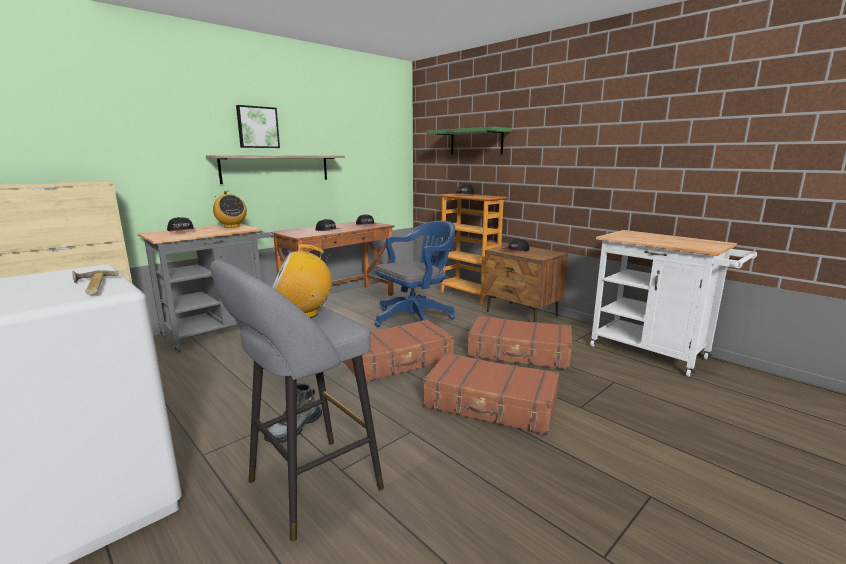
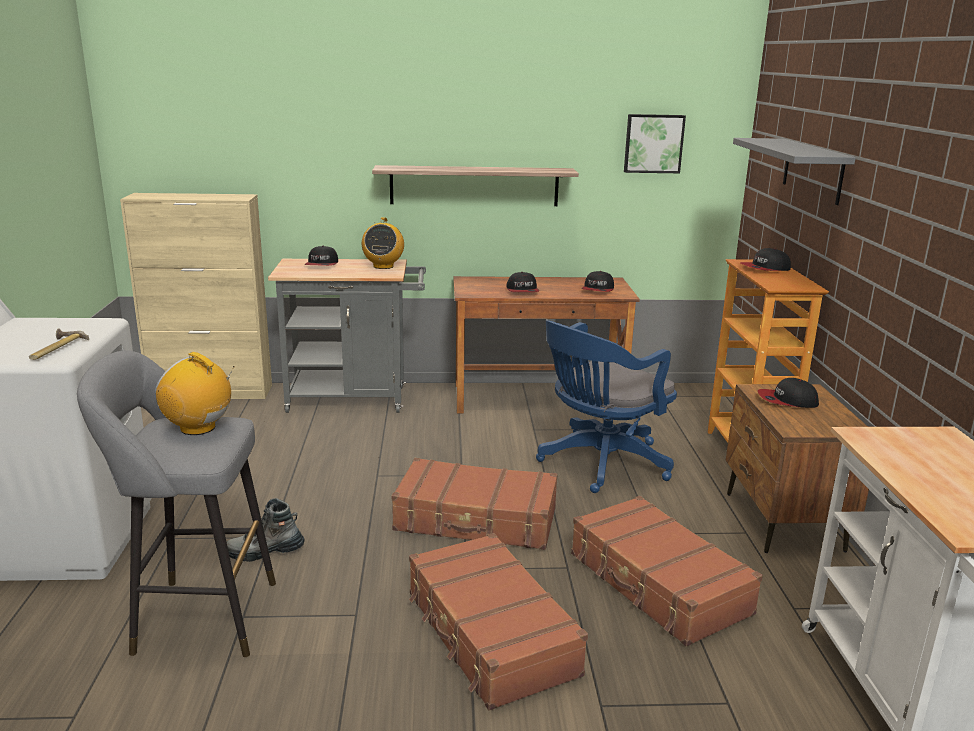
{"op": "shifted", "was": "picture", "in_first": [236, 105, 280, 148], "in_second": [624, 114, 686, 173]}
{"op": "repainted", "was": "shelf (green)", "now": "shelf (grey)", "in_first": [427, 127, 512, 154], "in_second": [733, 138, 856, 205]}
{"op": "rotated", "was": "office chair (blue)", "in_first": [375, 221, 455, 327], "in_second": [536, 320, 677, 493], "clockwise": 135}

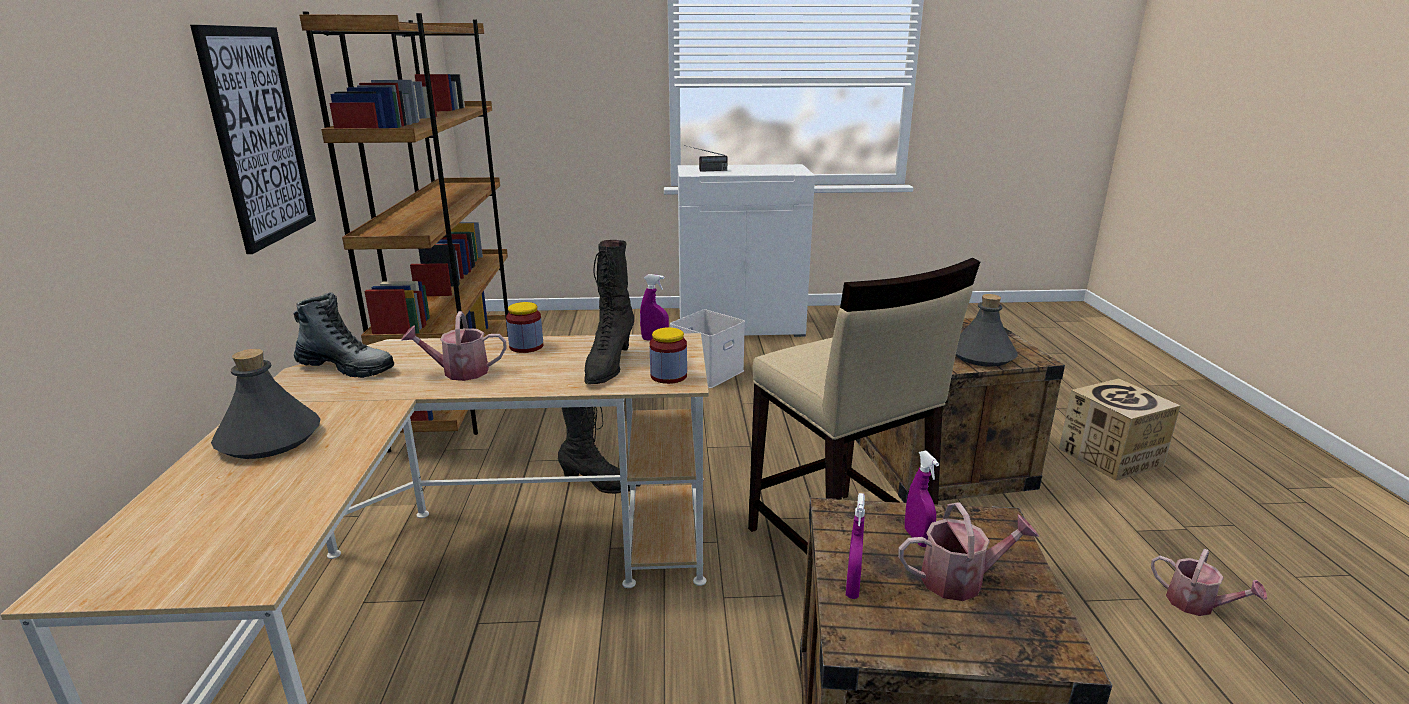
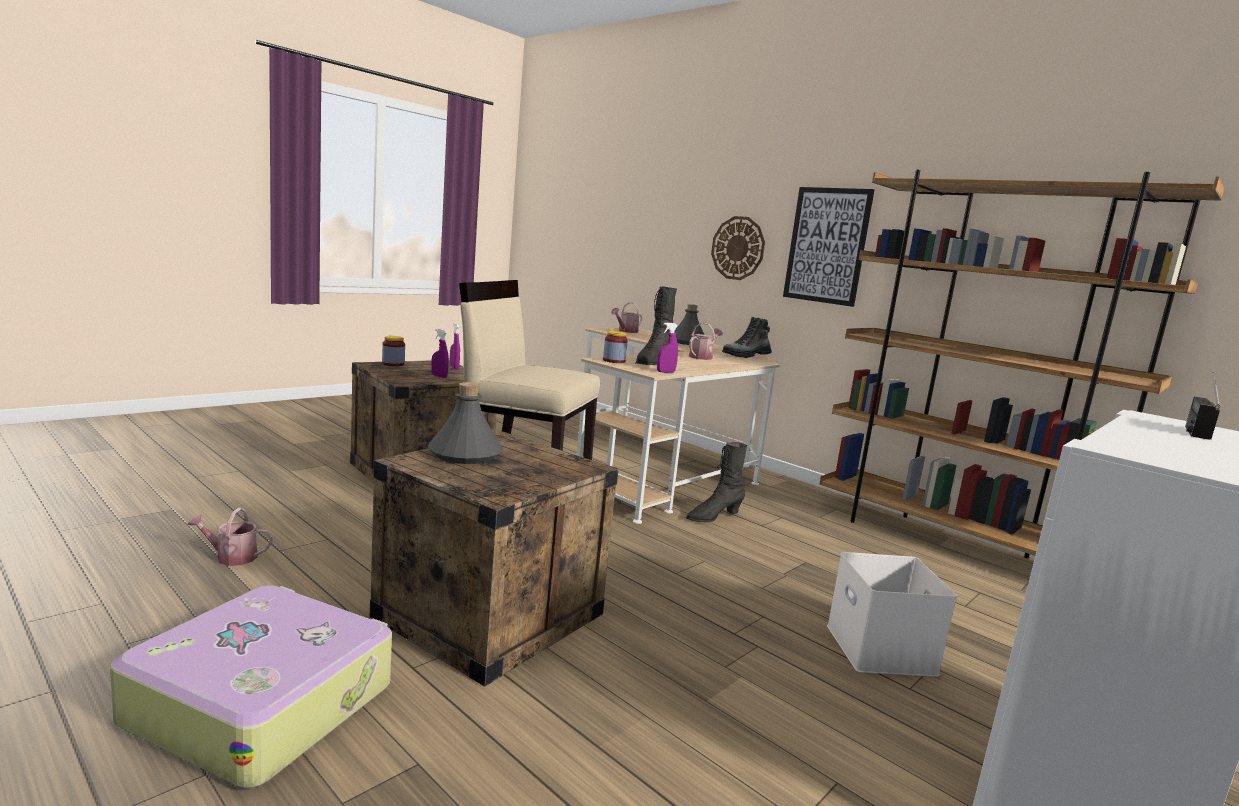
{"op": "rotated", "was": "boot (black)", "in_first": [584, 240, 634, 384], "in_second": [635, 286, 677, 365], "clockwise": -120}
{"op": "shifted", "was": "jar", "in_first": [506, 302, 543, 353], "in_second": [382, 336, 405, 366]}
{"op": "swapped", "was": "cardboard box", "now": "suitcase", "in_first": [1059, 379, 1181, 481], "in_second": [110, 586, 392, 788]}
{"op": "shifted", "was": "watering can", "in_first": [898, 502, 1039, 601], "in_second": [611, 302, 643, 333]}
{"op": "new", "now": "wall clock", "in_second": [711, 216, 765, 280]}

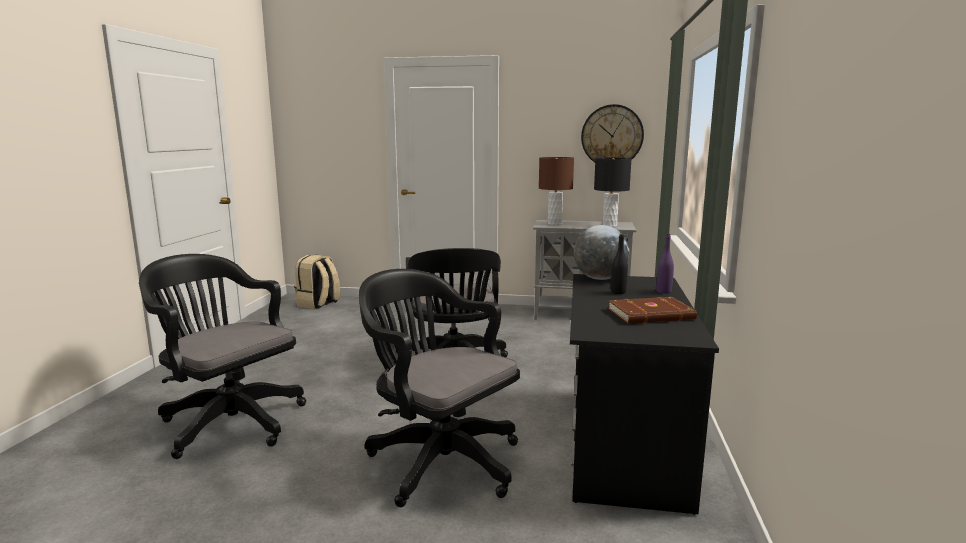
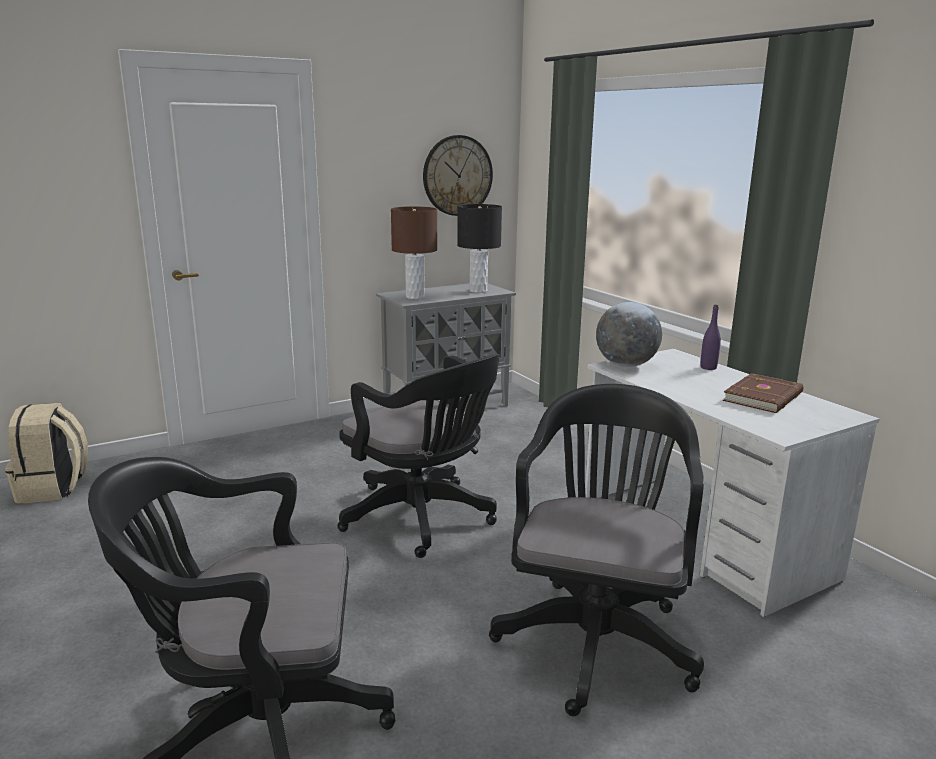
{"op": "gone", "was": "bottle (black)", "in_first": [611, 234, 628, 294]}
{"op": "rotated", "was": "office chair (black)", "in_first": [359, 269, 520, 507], "in_second": [489, 384, 704, 717], "clockwise": 105}
{"op": "repainted", "was": "desk (black)", "now": "desk (white)", "in_first": [570, 274, 719, 515], "in_second": [585, 349, 880, 617]}

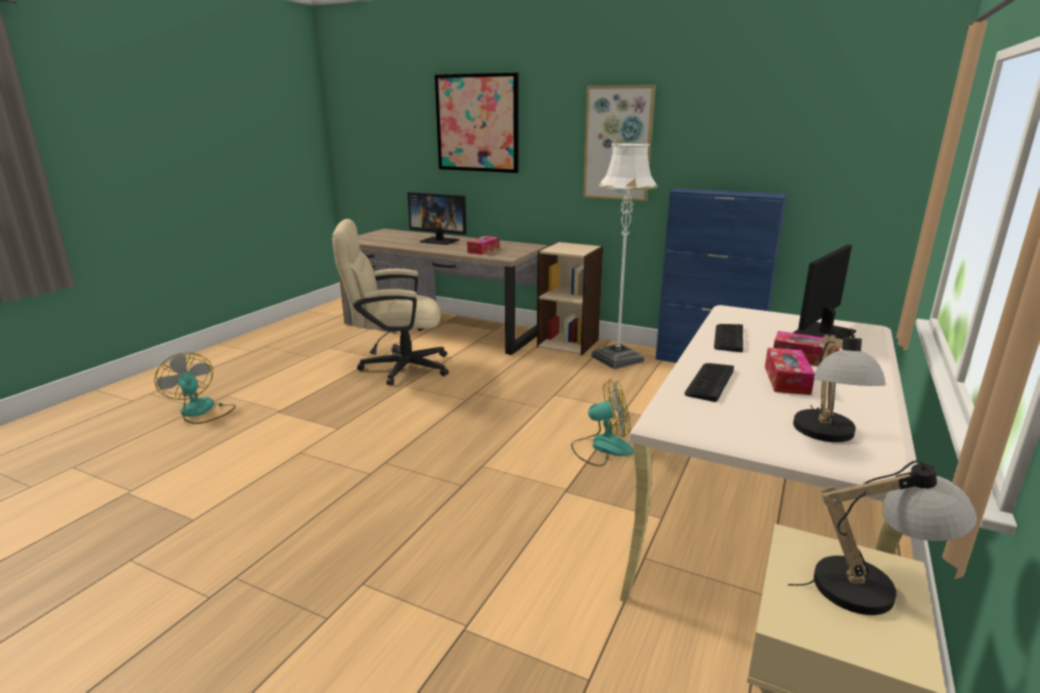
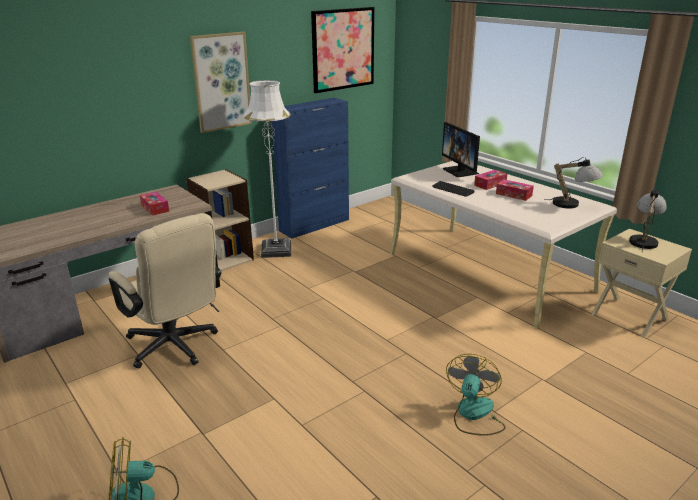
{"op": "shifted", "was": "picture", "in_first": [434, 72, 518, 173], "in_second": [311, 7, 374, 93]}
{"op": "gone", "was": "monitor", "in_first": [407, 192, 467, 245]}
{"op": "rotated", "was": "office chair (beige)", "in_first": [332, 219, 449, 385], "in_second": [109, 213, 221, 369], "clockwise": -60}
{"op": "gone", "was": "keyboard", "in_first": [685, 363, 734, 402]}
{"op": "shifted", "was": "fan", "in_first": [571, 379, 633, 466], "in_second": [446, 354, 506, 436]}

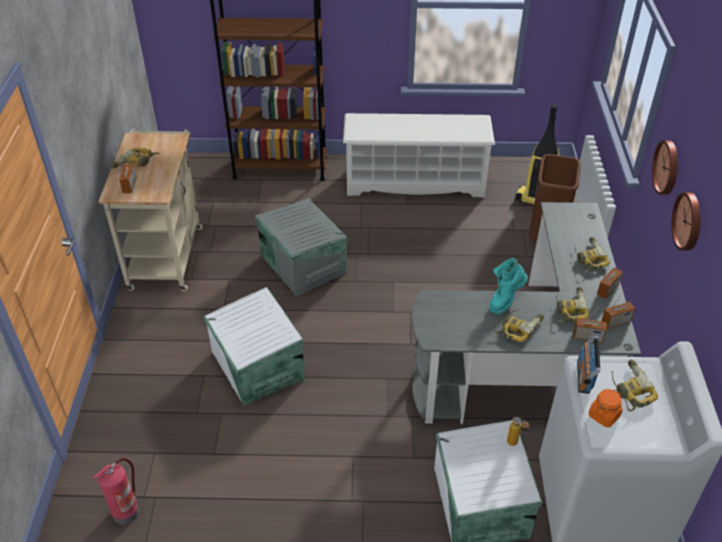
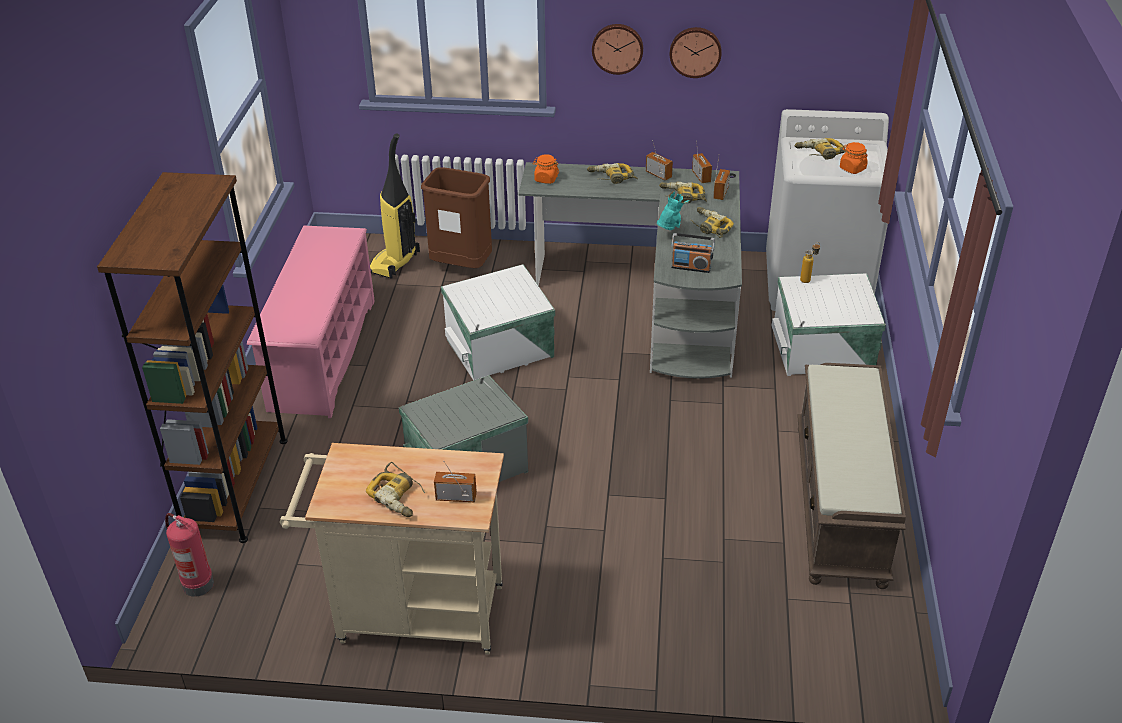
{"op": "repainted", "was": "shoe rack (white)", "now": "shoe rack (pink)", "in_first": [343, 113, 495, 197], "in_second": [247, 226, 375, 418]}
{"op": "rotated", "was": "boot (turquoise)", "in_first": [489, 258, 528, 314], "in_second": [657, 191, 690, 230], "clockwise": -120}
{"op": "shifted", "was": "storage box (white)", "in_first": [204, 287, 305, 406], "in_second": [441, 264, 555, 381]}
{"op": "shifted", "was": "radio", "in_first": [577, 335, 600, 394], "in_second": [671, 233, 715, 273]}
{"op": "shifted", "was": "fire extinguisher", "in_first": [93, 458, 139, 525], "in_second": [165, 513, 214, 597]}
{"op": "new", "now": "jar (orange)", "in_second": [532, 154, 559, 184]}
{"op": "new", "now": "bench (brown)", "in_second": [797, 363, 906, 589]}

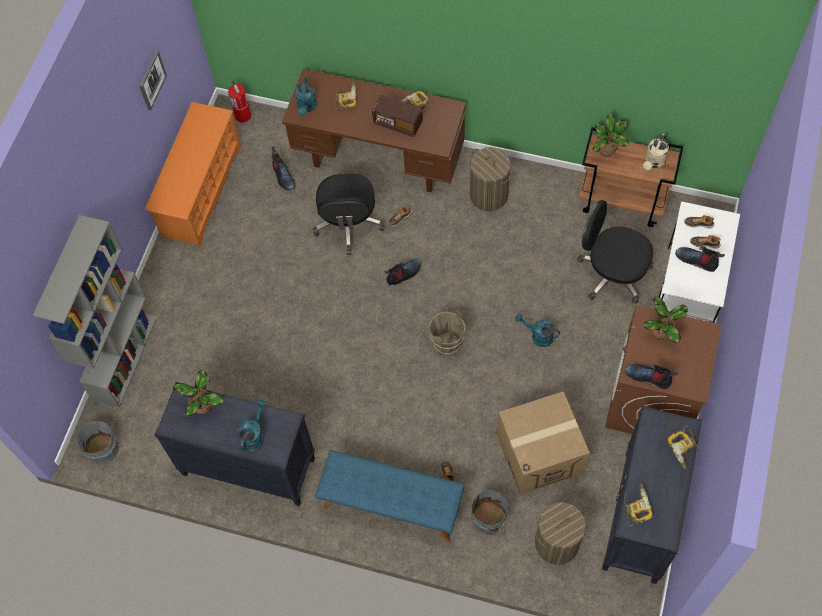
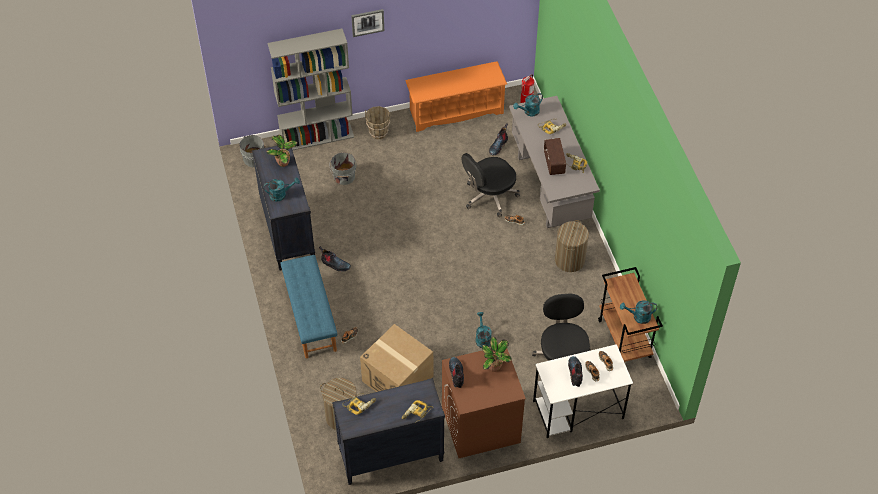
{"op": "shifted", "was": "picture", "in_first": [139, 50, 167, 110], "in_second": [351, 9, 384, 37]}
{"op": "repainted", "was": "desk (brown)", "now": "desk (grey)", "in_first": [282, 69, 466, 193], "in_second": [509, 96, 600, 228]}
{"op": "gone", "was": "potted plant", "in_first": [593, 114, 628, 157]}
{"op": "repainted", "was": "watering can (beige)", "now": "watering can (turquoise)", "in_first": [643, 133, 669, 170], "in_second": [620, 300, 657, 324]}
{"op": "shifted", "was": "boot", "in_first": [385, 259, 421, 285], "in_second": [319, 246, 351, 271]}
{"op": "shifted", "was": "bucket (brown)", "in_first": [429, 311, 466, 355], "in_second": [365, 106, 390, 139]}
{"op": "shifted", "was": "bucket (grey)", "in_first": [471, 490, 512, 534], "in_second": [329, 153, 357, 185]}

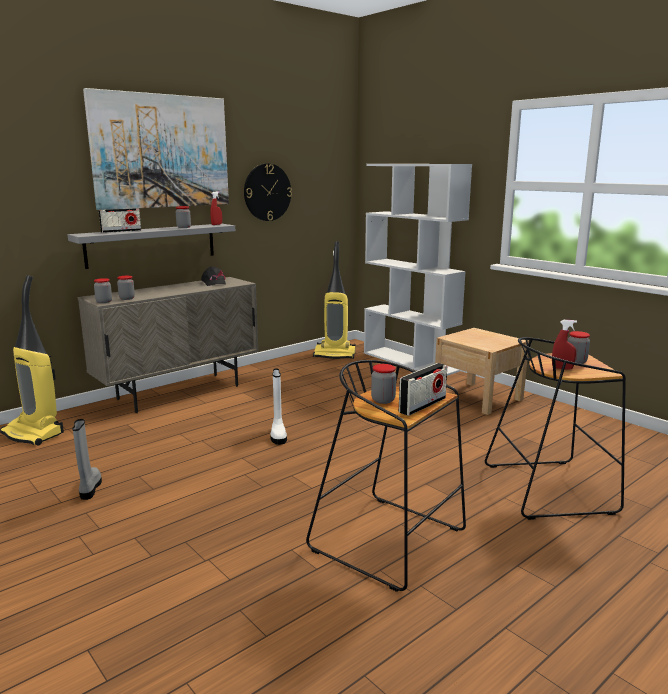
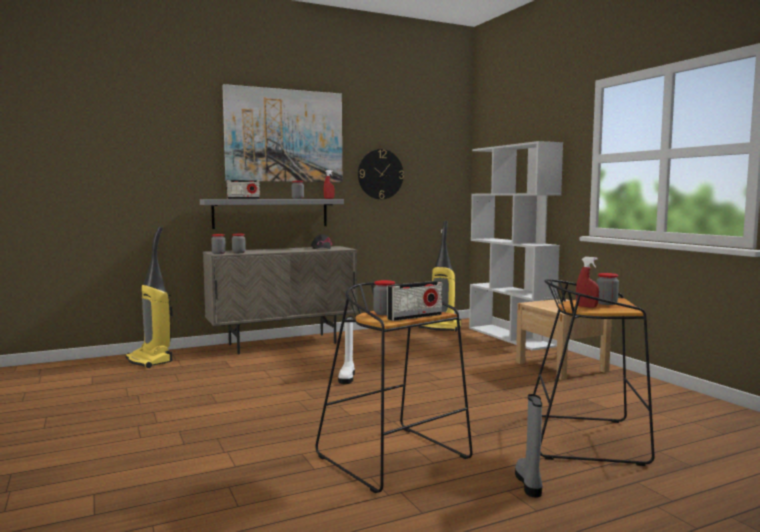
{"op": "shifted", "was": "boot (grey)", "in_first": [72, 419, 102, 500], "in_second": [515, 394, 543, 497]}

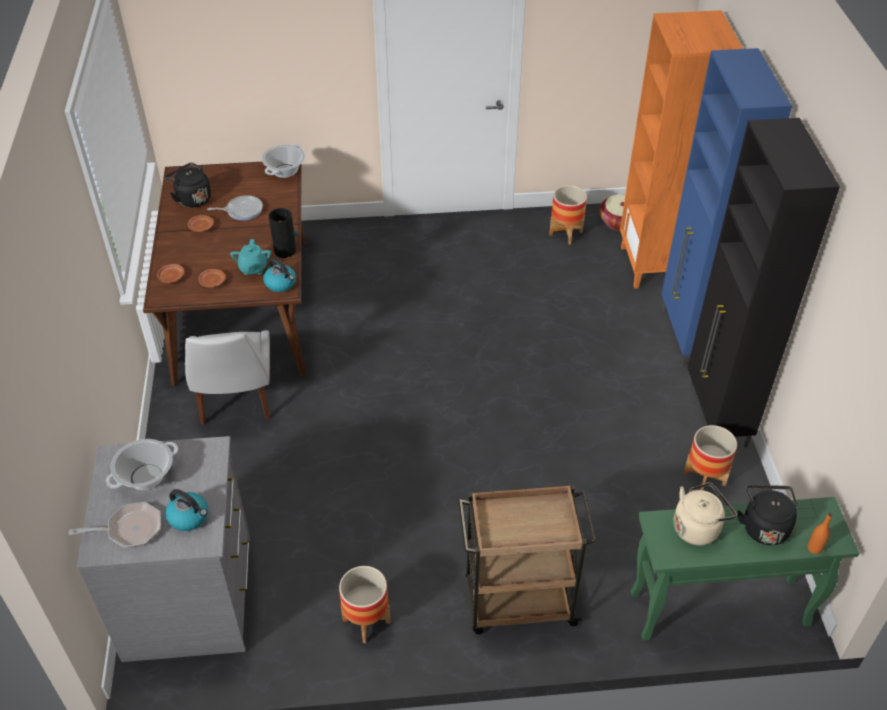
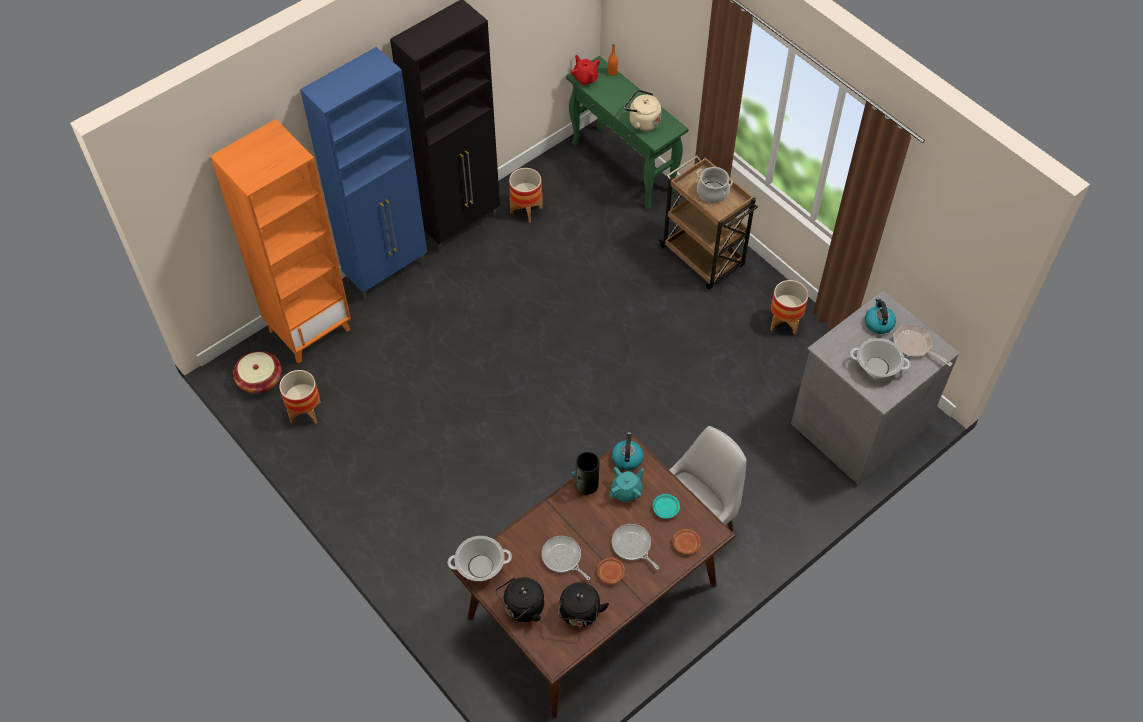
{"op": "repainted", "was": "plate (brown)", "now": "plate (turquoise)", "in_first": [198, 269, 226, 287], "in_second": [653, 494, 680, 519]}
{"op": "shifted", "was": "kettle (black)", "in_first": [737, 485, 797, 545], "in_second": [496, 577, 544, 622]}
{"op": "new", "now": "teapot (red)", "in_second": [571, 55, 600, 86]}
{"op": "new", "now": "cooking pot", "in_second": [697, 167, 733, 203]}
{"op": "new", "now": "frying pan", "in_second": [612, 524, 659, 570]}

